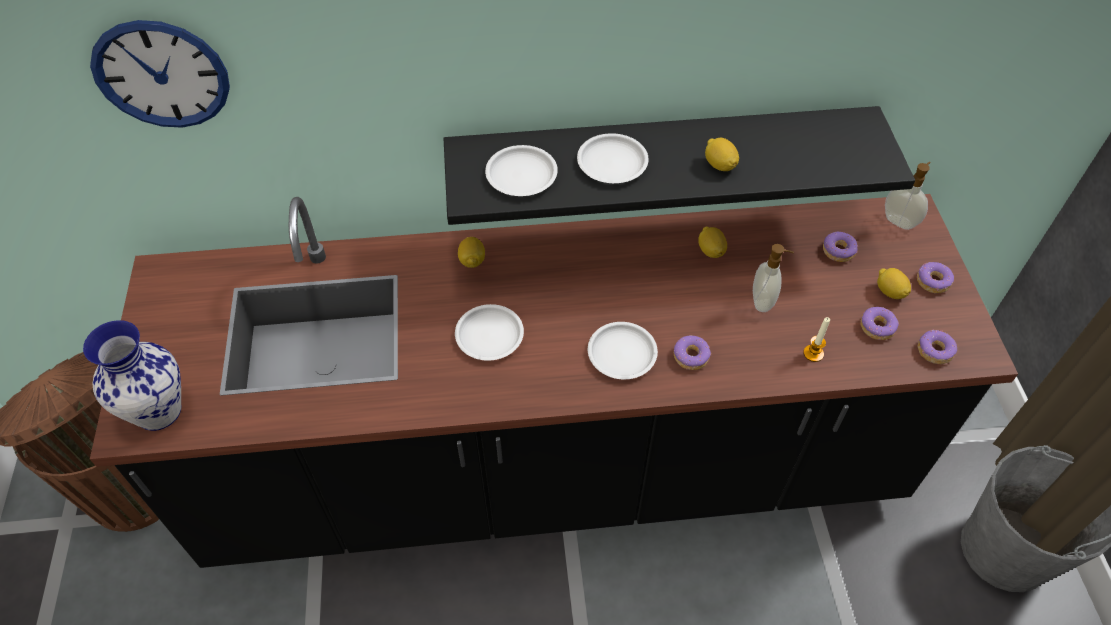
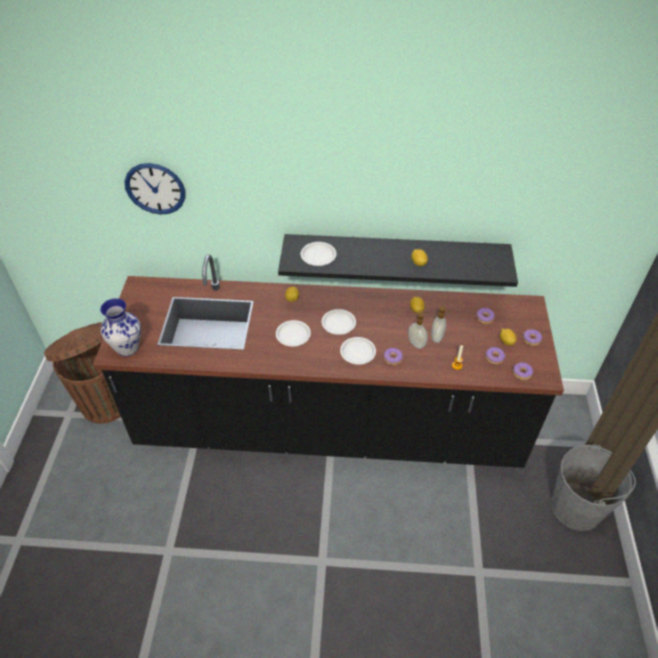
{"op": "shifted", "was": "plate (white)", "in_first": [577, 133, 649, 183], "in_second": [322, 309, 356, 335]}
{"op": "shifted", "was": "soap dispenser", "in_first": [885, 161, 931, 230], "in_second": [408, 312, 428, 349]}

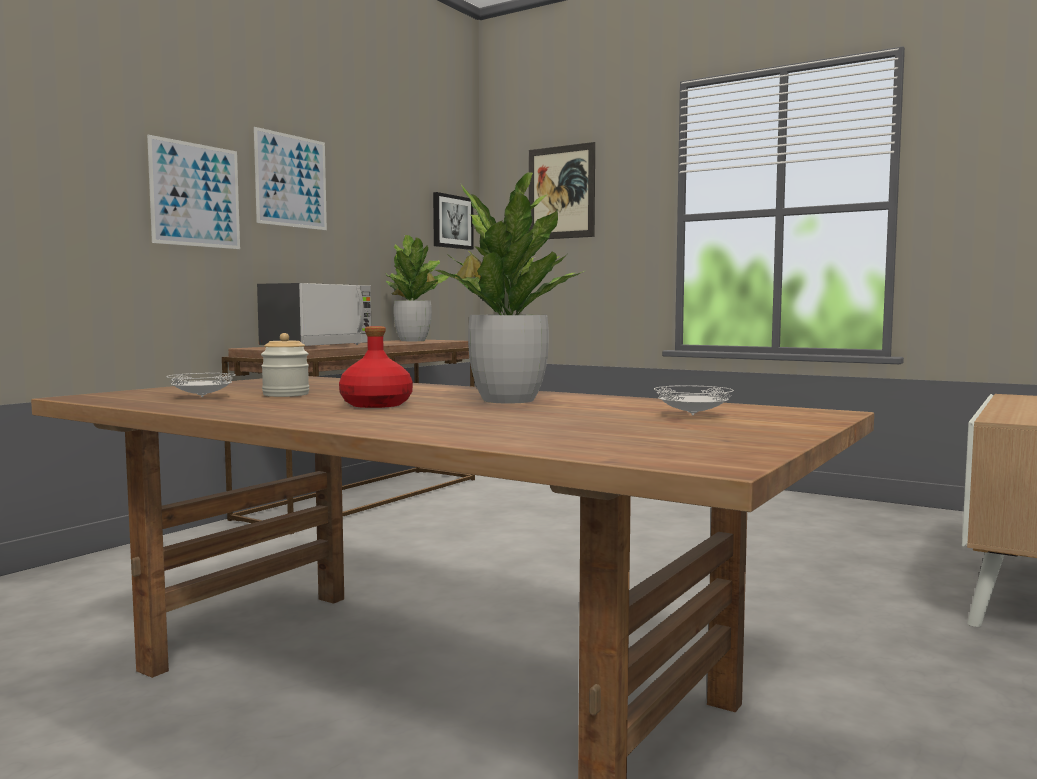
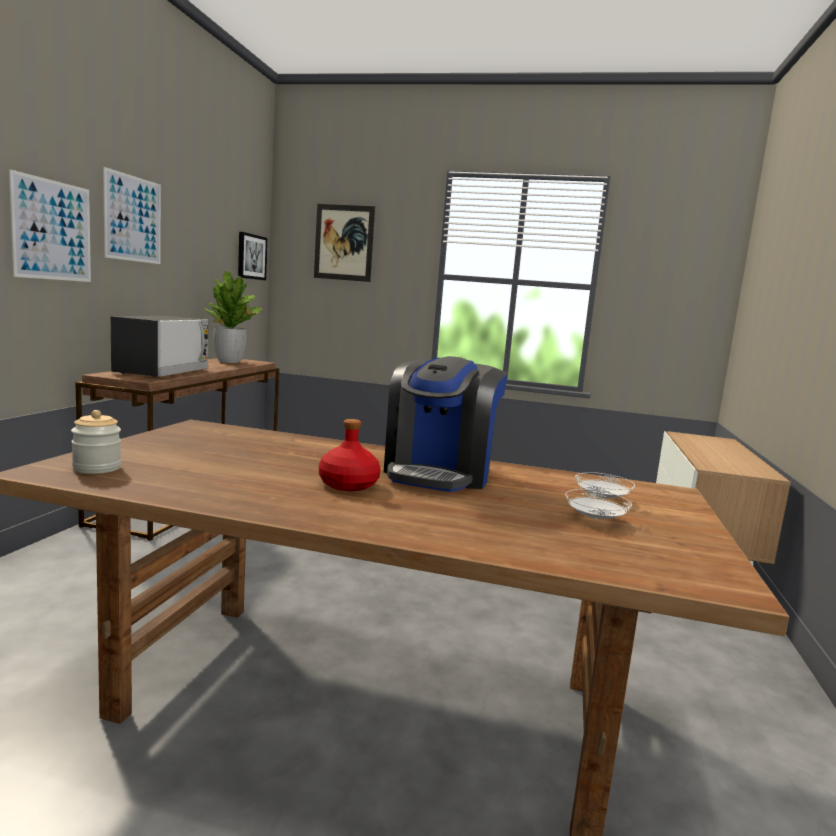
{"op": "swapped", "was": "potted plant", "now": "coffee machine", "in_first": [435, 172, 586, 403], "in_second": [384, 356, 508, 492]}
{"op": "shifted", "was": "jar", "in_first": [261, 333, 309, 397], "in_second": [71, 410, 121, 474]}
{"op": "shifted", "was": "plate (white)", "in_first": [166, 373, 236, 397], "in_second": [565, 489, 632, 520]}

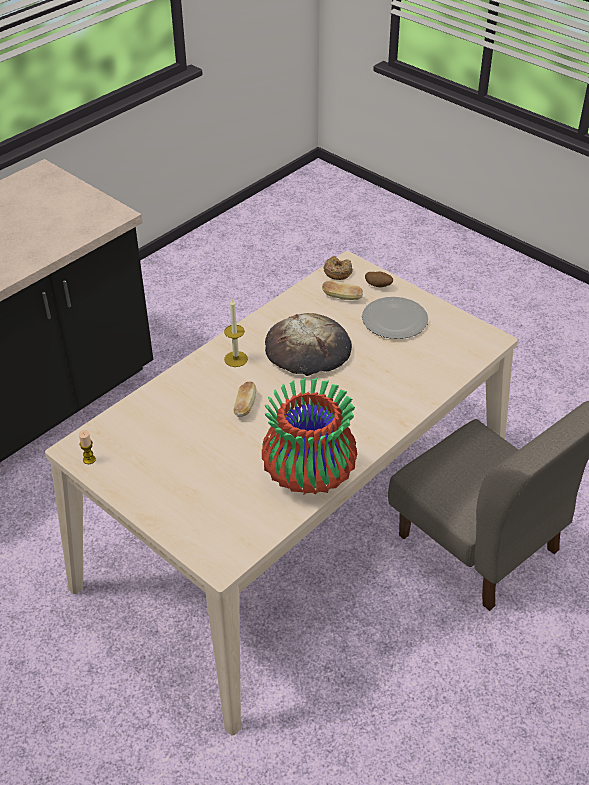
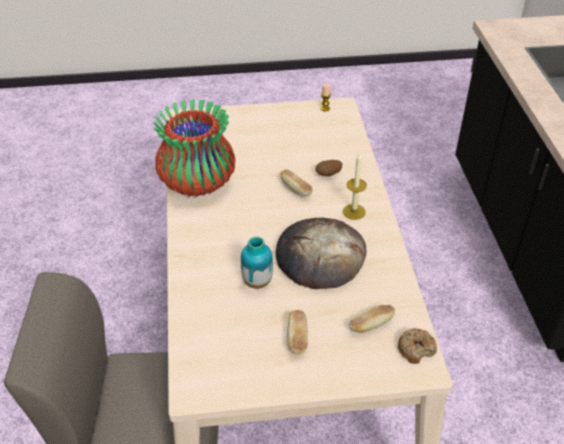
{"op": "shifted", "was": "potato", "in_first": [365, 271, 393, 287], "in_second": [315, 160, 342, 176]}
{"op": "swapped", "was": "plate", "now": "bread", "in_first": [362, 297, 428, 339], "in_second": [287, 310, 308, 354]}
{"op": "new", "now": "vase", "in_second": [241, 236, 273, 289]}

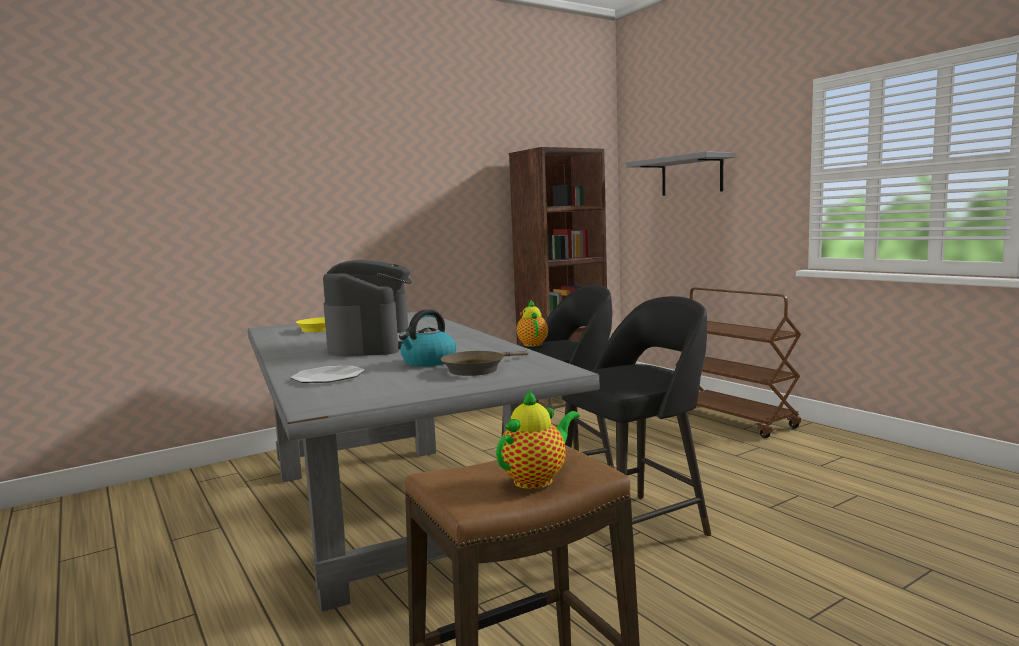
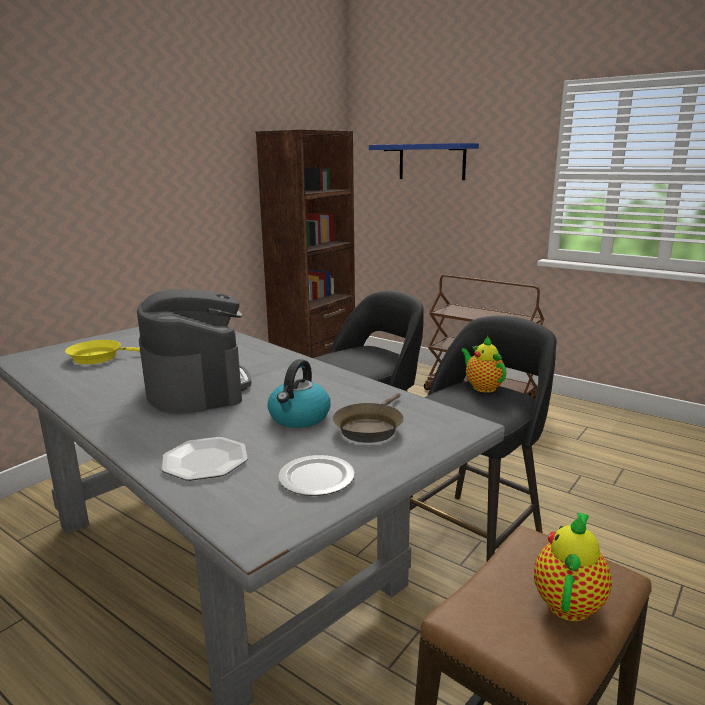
{"op": "repainted", "was": "shelf (grey)", "now": "shelf (blue)", "in_first": [626, 151, 735, 196], "in_second": [369, 143, 479, 180]}
{"op": "shifted", "was": "teapot", "in_first": [516, 300, 548, 347], "in_second": [462, 336, 506, 393]}
{"op": "new", "now": "plate", "in_second": [278, 455, 355, 496]}

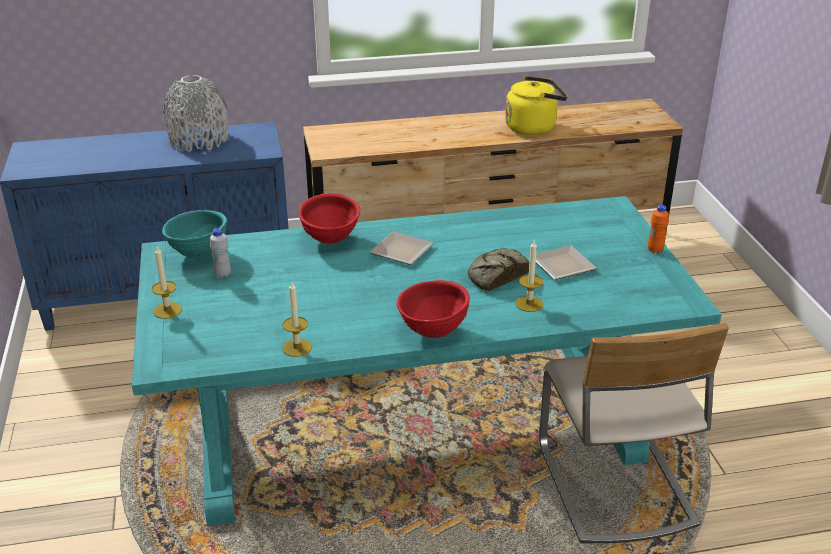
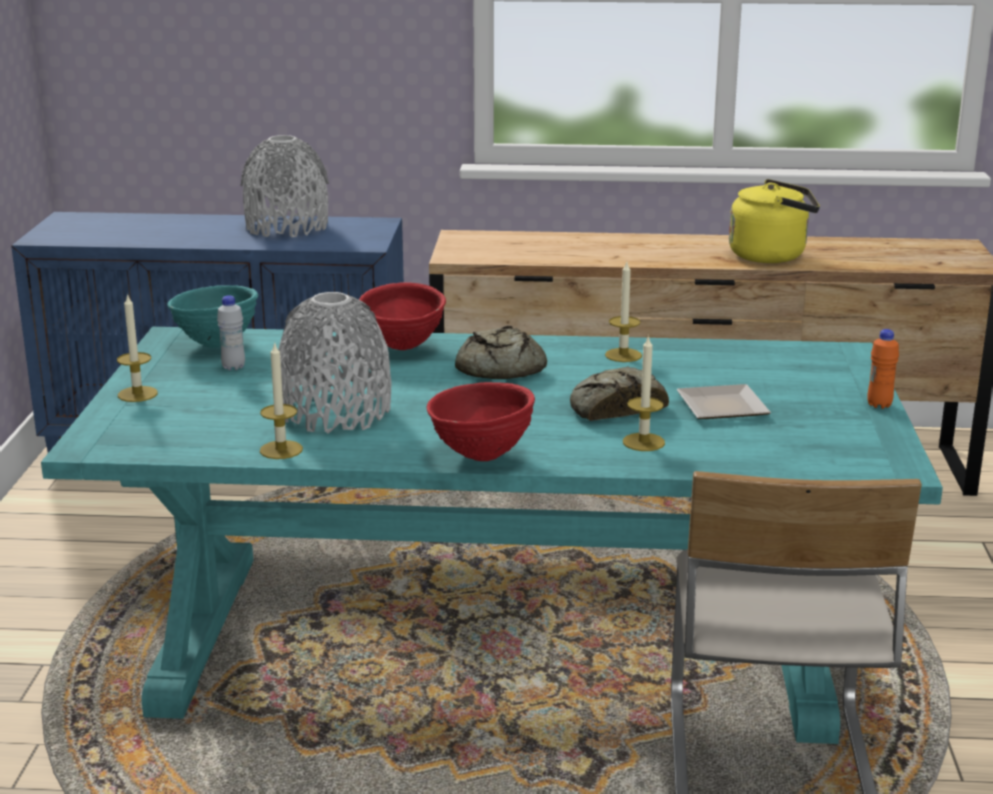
{"op": "swapped", "was": "plate", "now": "bread", "in_first": [370, 231, 434, 265], "in_second": [455, 326, 547, 379]}
{"op": "new", "now": "candle", "in_second": [605, 262, 642, 362]}
{"op": "new", "now": "vase (grey)", "in_second": [278, 292, 392, 434]}

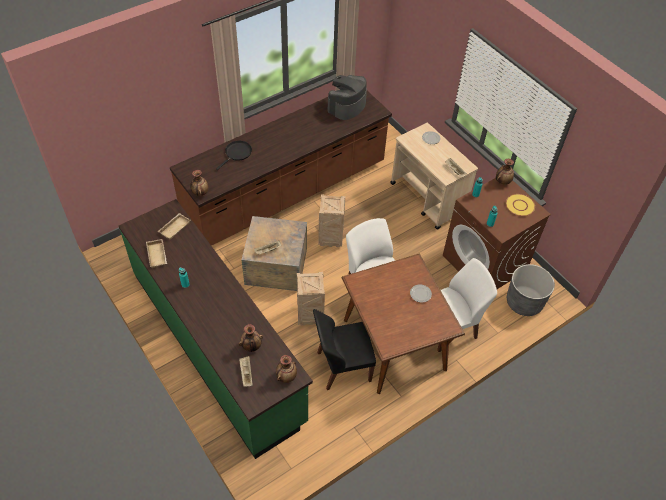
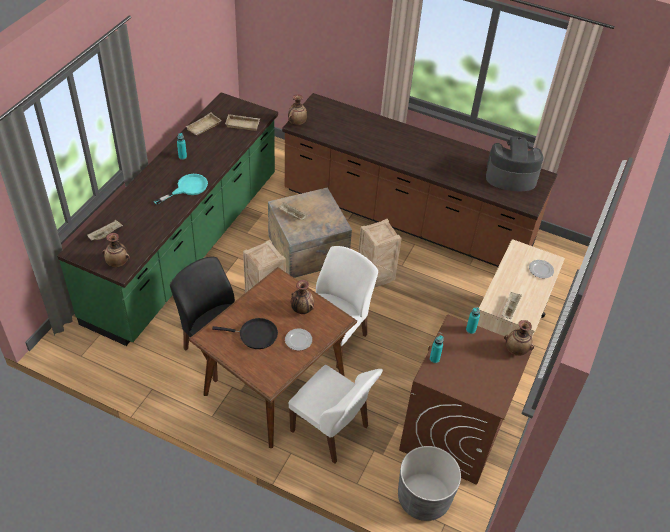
{"op": "shifted", "was": "frying pan (black)", "in_first": [216, 141, 252, 170], "in_second": [212, 318, 278, 349]}
{"op": "gone", "was": "plate (yellow)", "in_first": [506, 194, 535, 216]}
{"op": "shifted", "was": "vase", "in_first": [239, 324, 263, 352], "in_second": [291, 280, 314, 314]}
{"op": "new", "now": "frying pan (turquoise)", "in_second": [154, 174, 208, 204]}

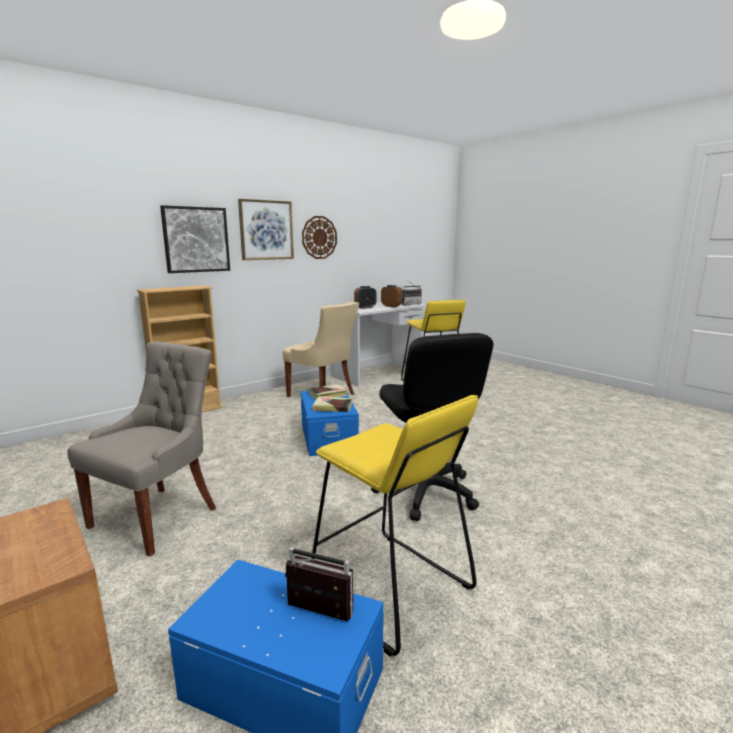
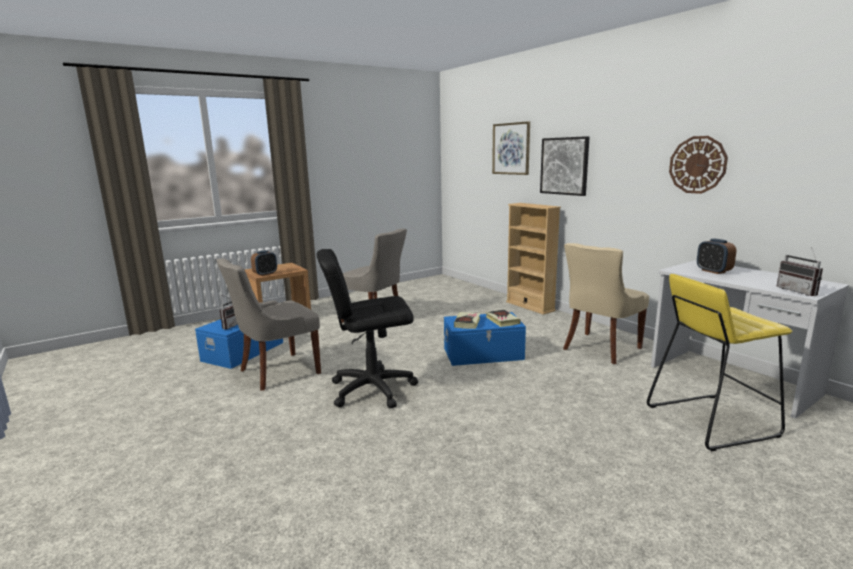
{"op": "shifted", "was": "picture", "in_first": [238, 199, 294, 260], "in_second": [492, 121, 530, 175]}
{"op": "shifted", "was": "alarm clock", "in_first": [381, 285, 403, 307], "in_second": [251, 250, 277, 276]}
{"op": "swapped", "was": "stool (yellow)", "now": "chair (grey)", "in_first": [311, 395, 478, 657], "in_second": [216, 258, 321, 391]}

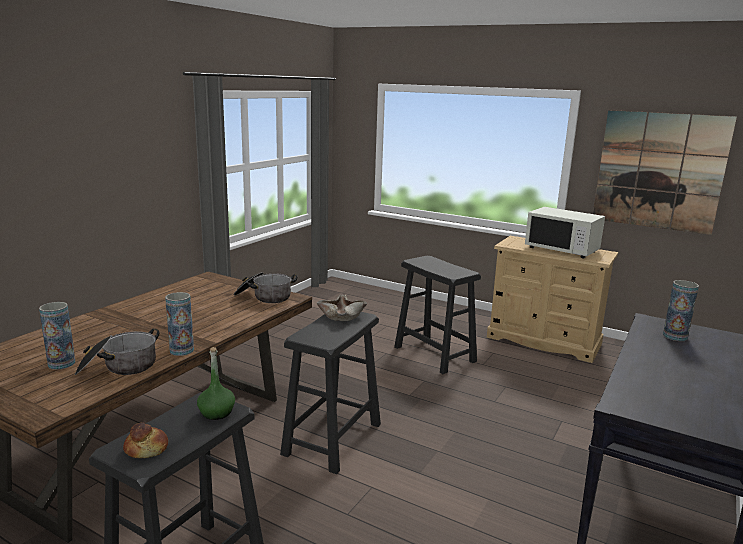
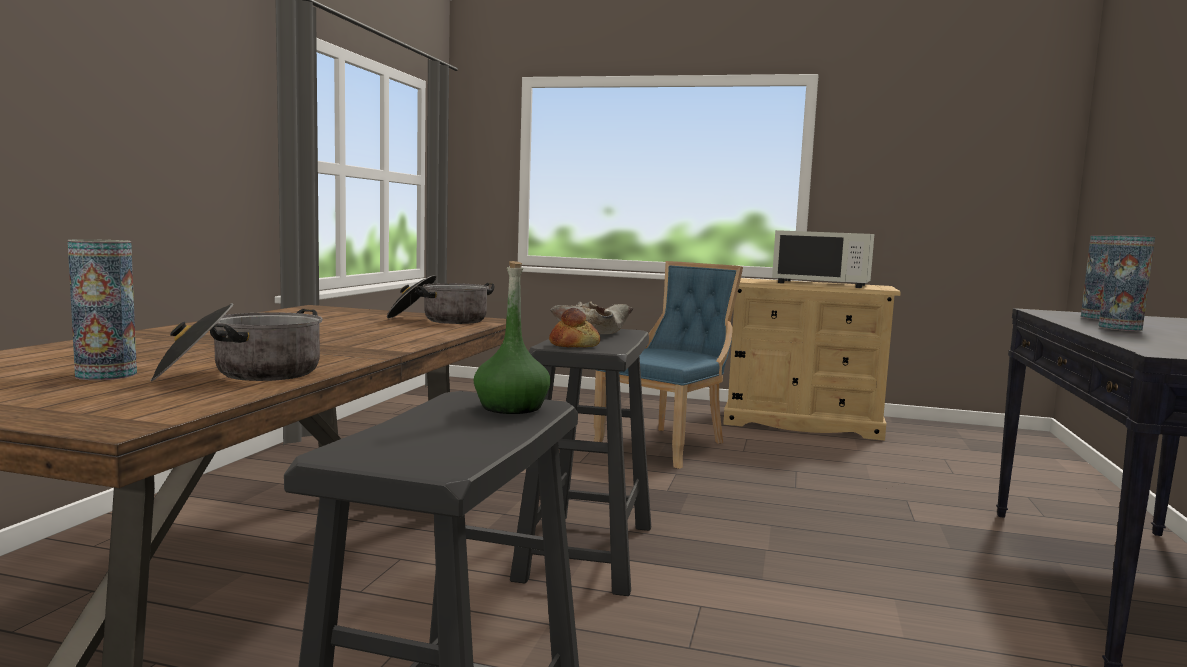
{"op": "gone", "was": "picture", "in_first": [593, 110, 737, 235]}
{"op": "swapped", "was": "stool (black)", "now": "chair (blue)", "in_first": [394, 256, 481, 374], "in_second": [594, 261, 743, 469]}
{"op": "shifted", "was": "vase", "in_first": [165, 292, 194, 356], "in_second": [1098, 235, 1155, 331]}
{"op": "shifted", "was": "bread", "in_first": [123, 422, 168, 458], "in_second": [549, 308, 600, 348]}

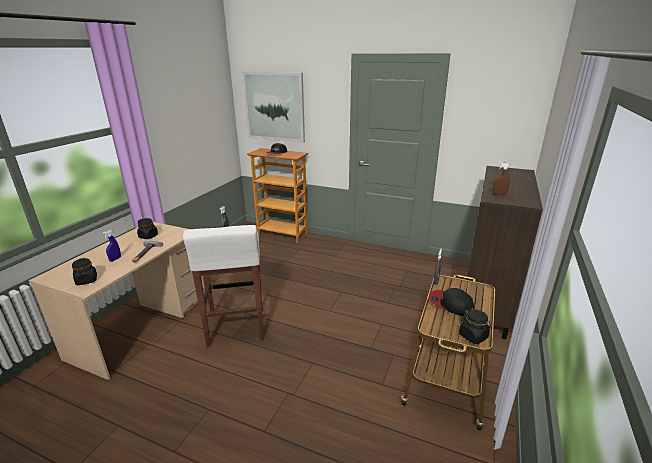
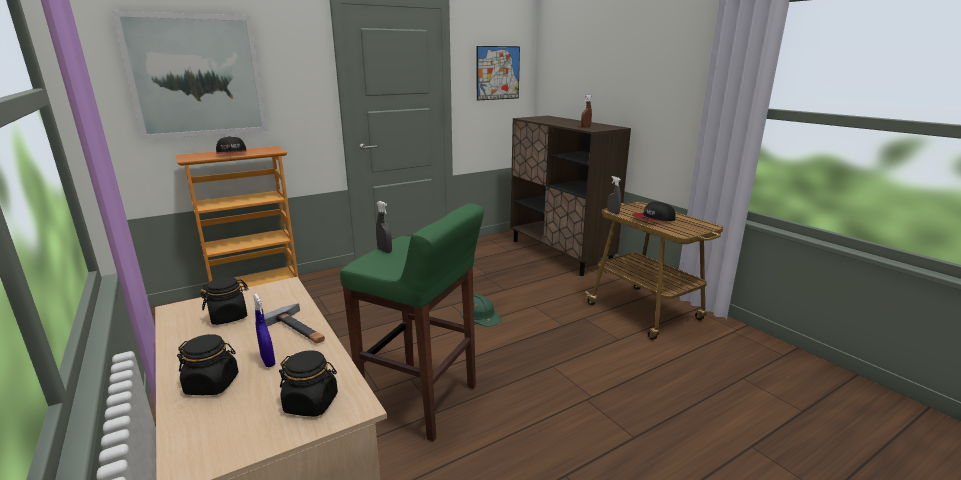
{"op": "repainted", "was": "stool (white)", "now": "stool (green)", "in_first": [183, 225, 264, 347], "in_second": [340, 203, 484, 441]}
{"op": "shifted", "was": "jar (black)", "in_first": [459, 309, 492, 344], "in_second": [177, 334, 239, 395]}
{"op": "new", "now": "picture", "in_second": [477, 46, 520, 101]}
{"op": "new", "now": "hard hat (green)", "in_second": [461, 295, 502, 327]}

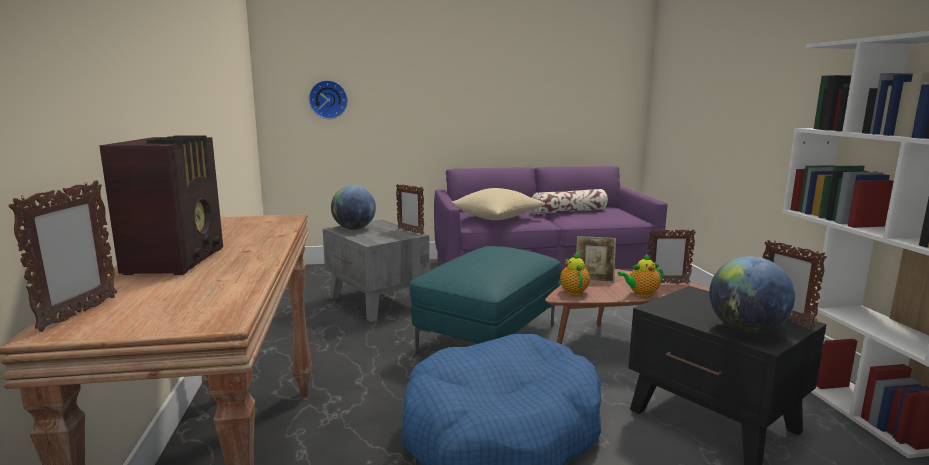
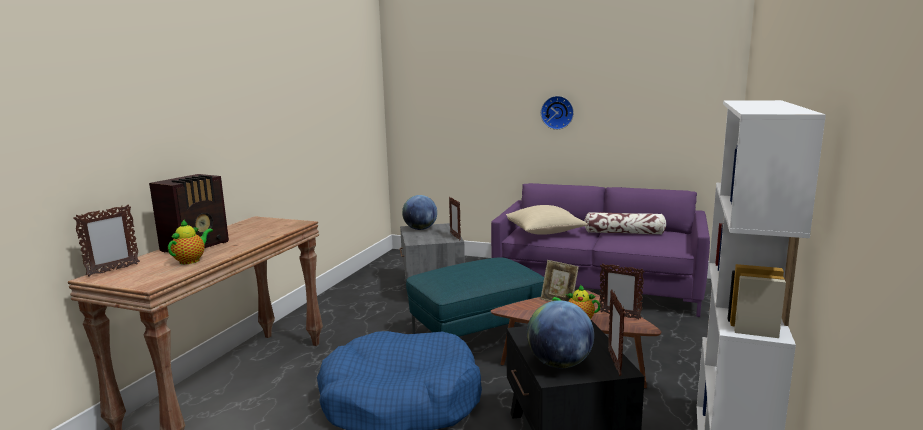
{"op": "shifted", "was": "wall clock", "in_first": [309, 80, 348, 119], "in_second": [541, 96, 574, 130]}
{"op": "shifted", "was": "teapot", "in_first": [560, 251, 590, 295], "in_second": [168, 219, 213, 264]}

